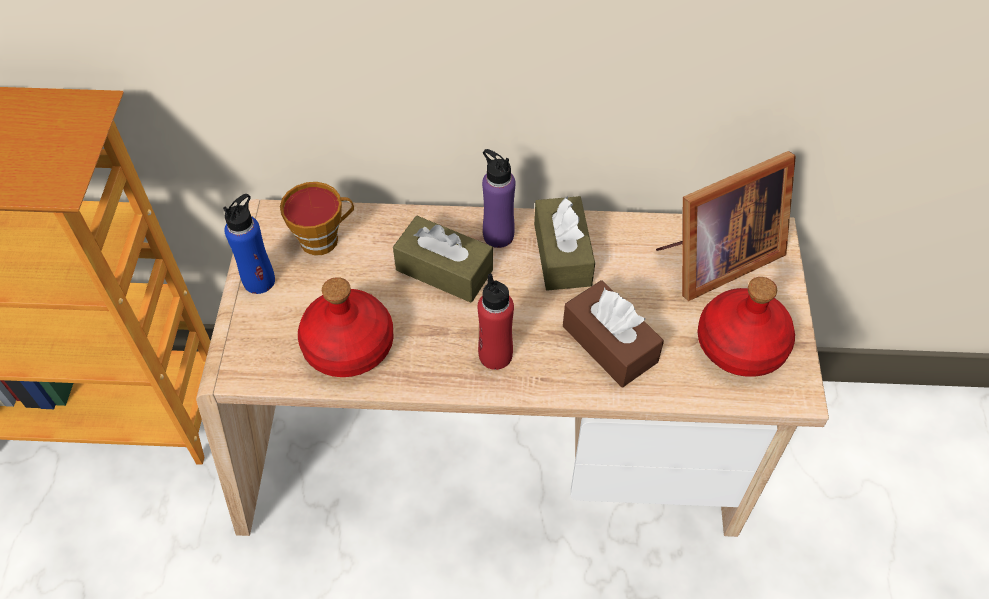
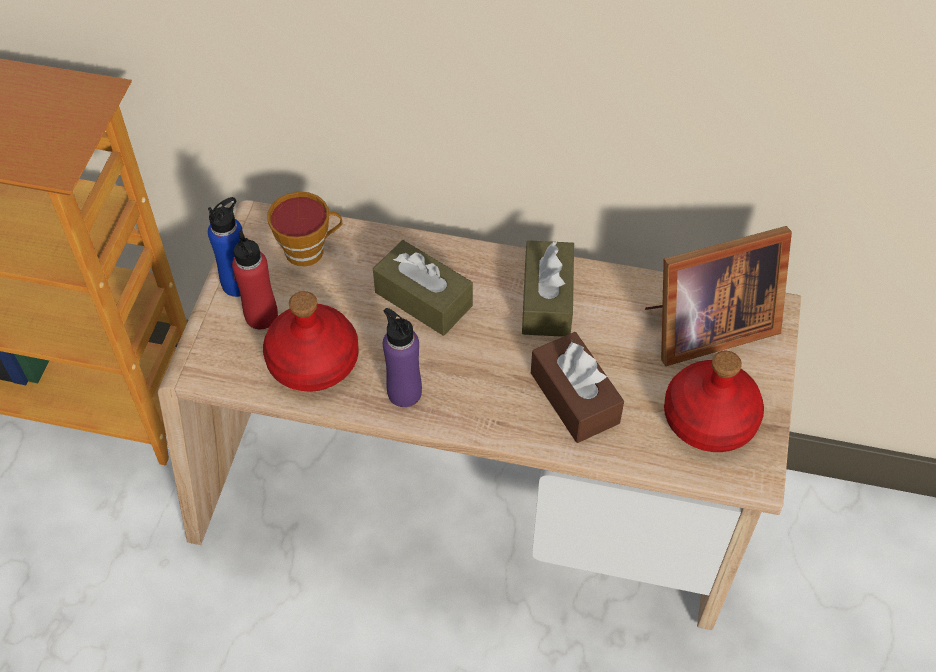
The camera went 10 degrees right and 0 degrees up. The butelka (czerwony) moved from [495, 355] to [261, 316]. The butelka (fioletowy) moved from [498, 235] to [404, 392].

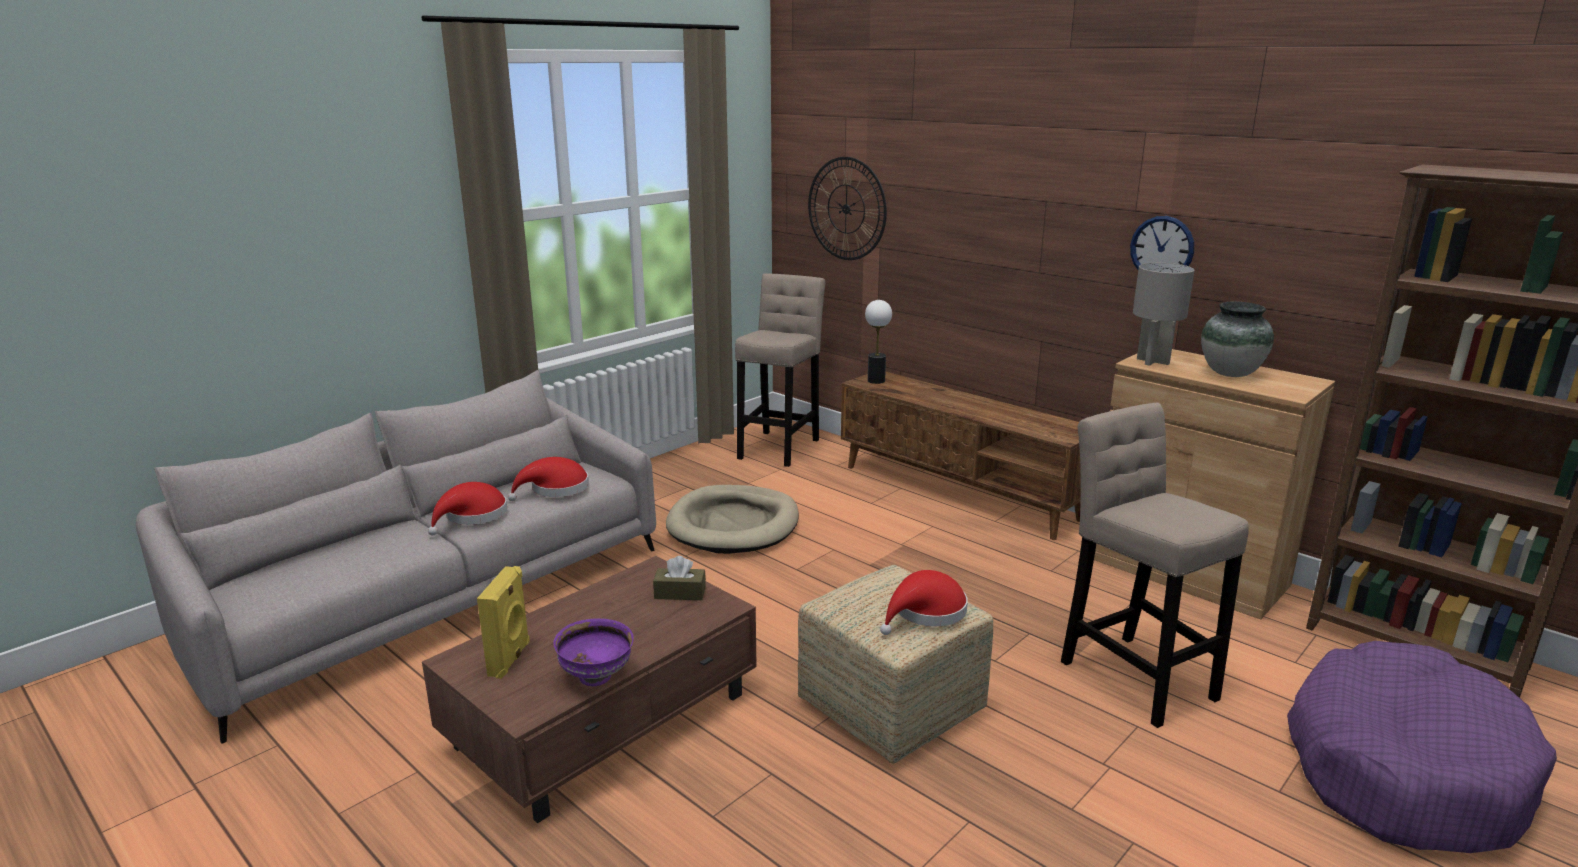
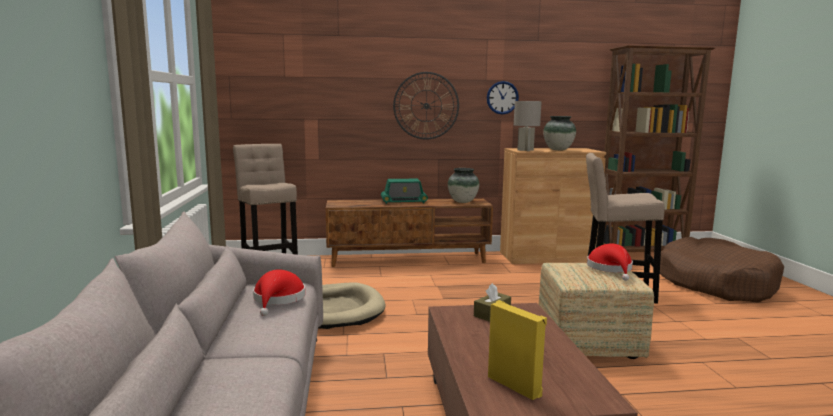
The camera went 50 degrees left and 10 degrees down. The kapelusz (czerwony) at [472, 516] disappeared. The miska (fioletowy) at [597, 677] disappeared. The zegar ścienny moved from [846, 209] to [426, 106]. The lampa stołowa at [876, 381] disappeared. The legowisko (fioletowy) at [1402, 769] became the legowisko (brązowy) at [715, 283]. The radio at [404, 202] appeared. The wazon at [463, 202] appeared.

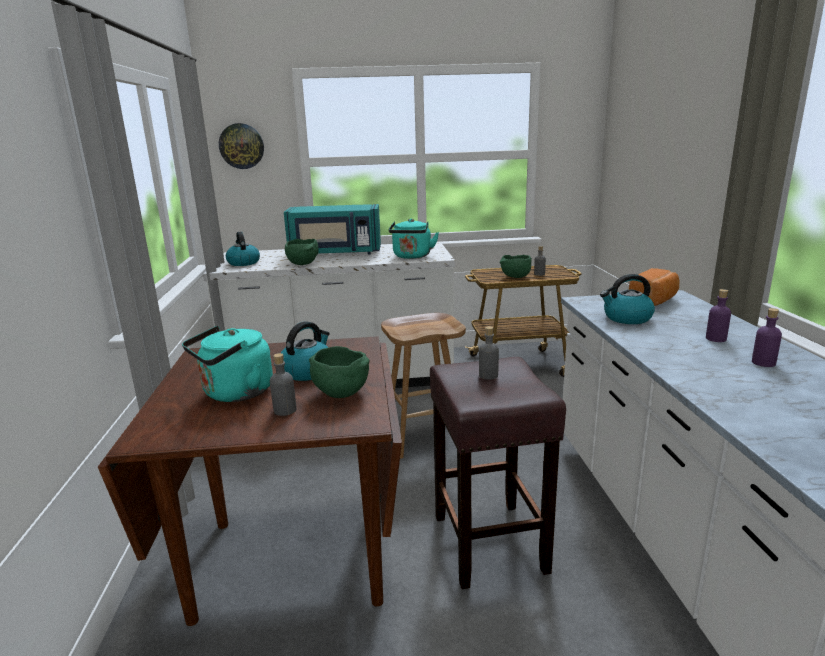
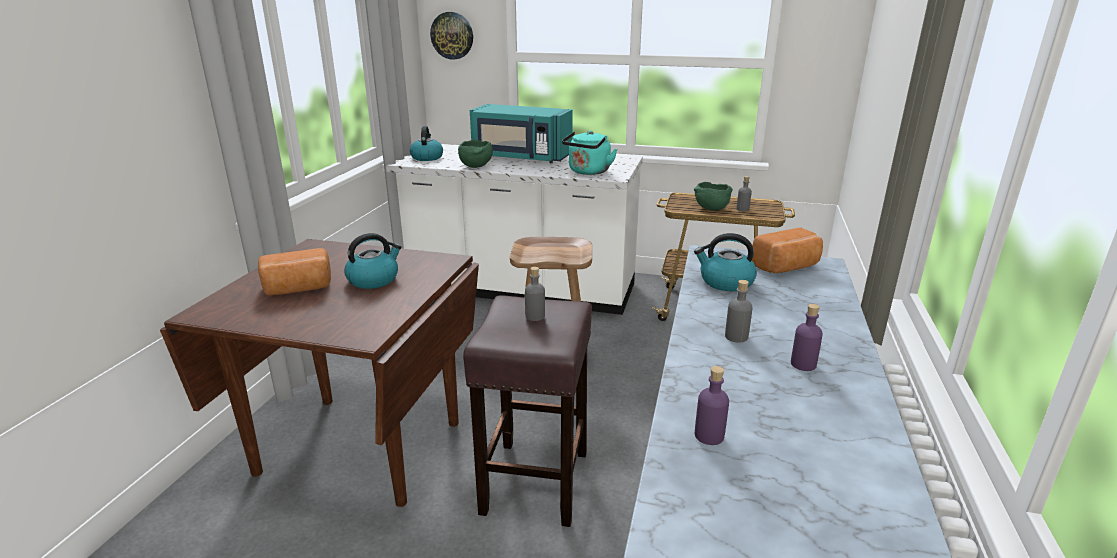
The camera went 20 degrees right and 5 degrees up. The czajnik (turkusowy) at [235, 393] was replaced by the chleb at [298, 289]. The butelka (szary) moved from [285, 410] to [736, 337]. The miska (zielony) at [339, 393] disappeared. The butelka (fioletowy) moved from [716, 339] to [709, 435].

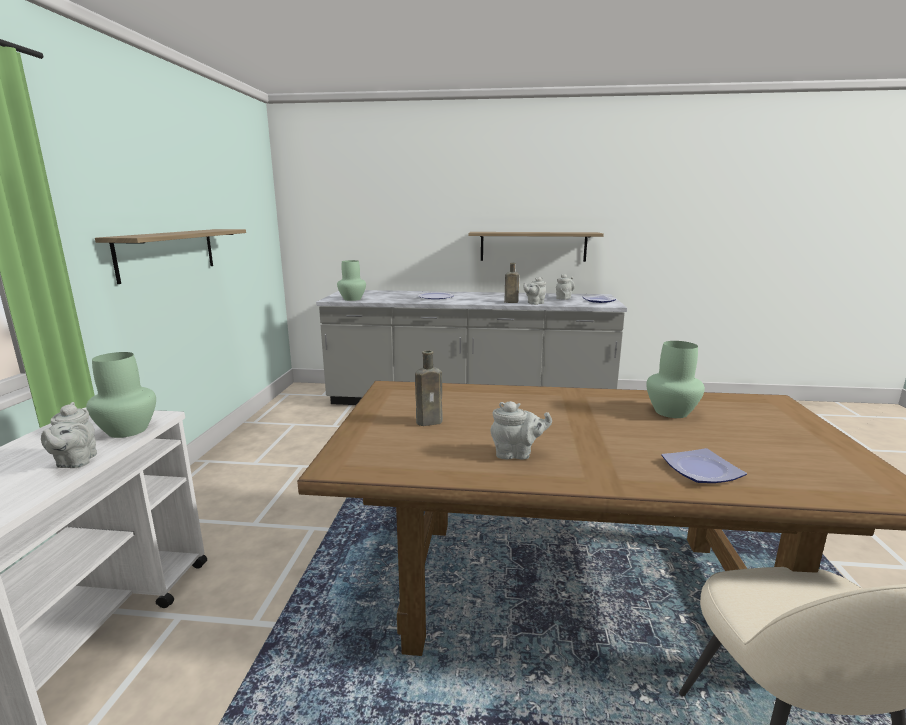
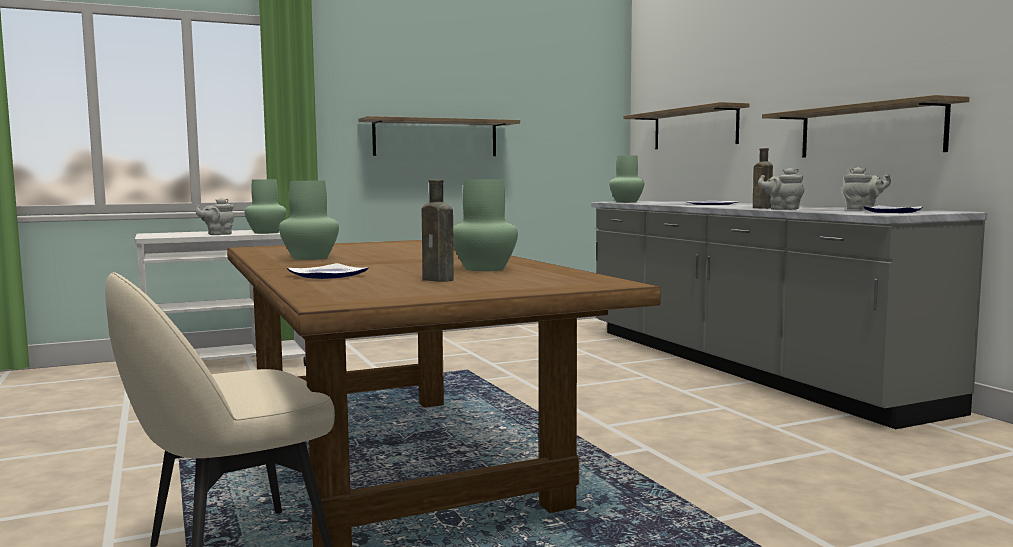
The camera went 60 degrees right and 10 degrees down. The butelka (brązowy) moved from [431, 422] to [439, 280]. The imbryk (szary) at [516, 454] was replaced by the wazon (zielony) at [309, 258]. The półka at [694, 128] appeared.

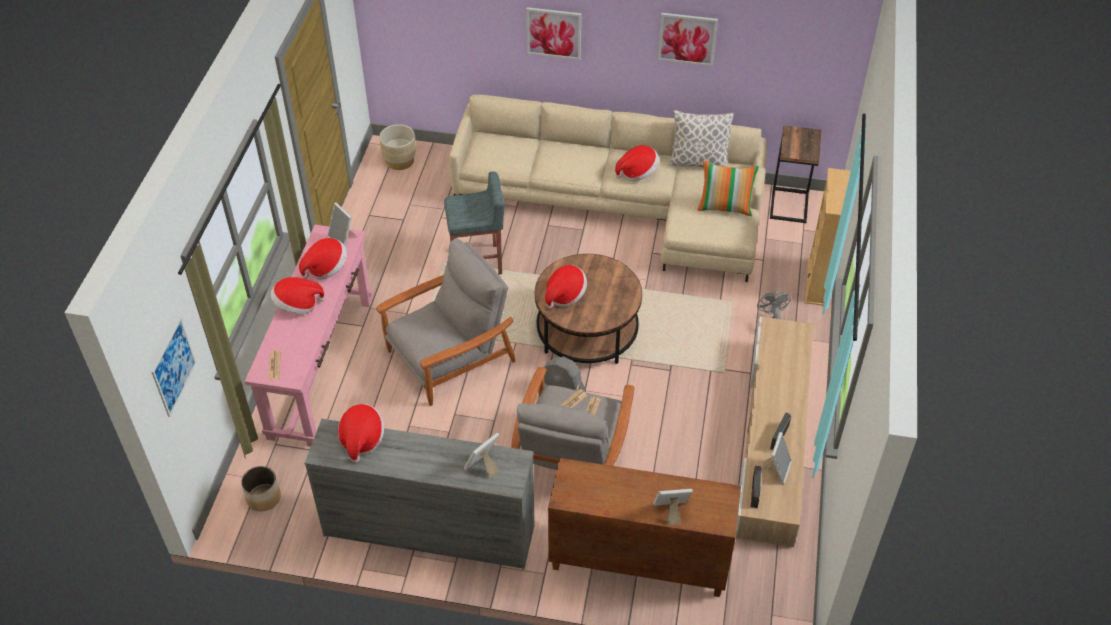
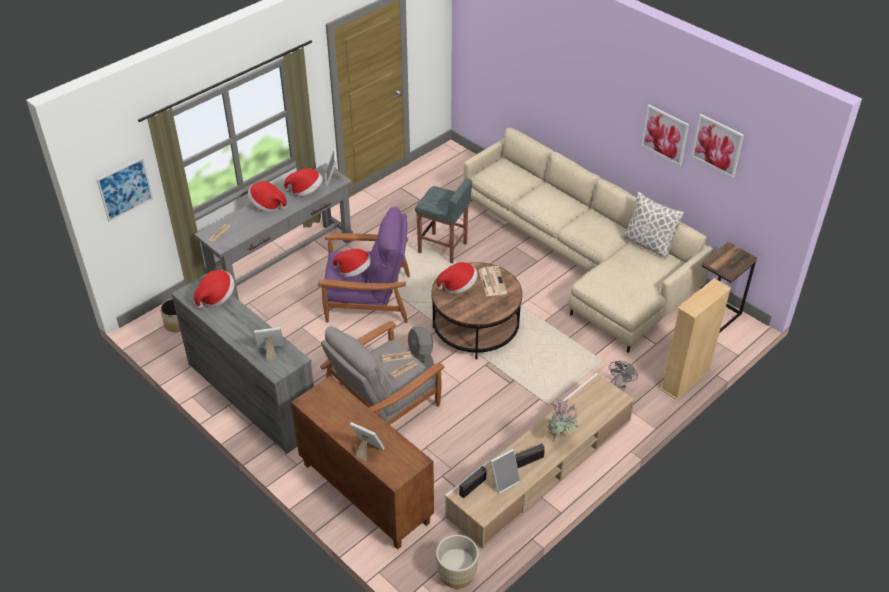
The camera went 35 degrees right and 5 degrees down. The stolik konsolowy (różowy) at [321, 367] became the stolik konsolowy (szary) at [283, 265]. The fotel (szary) at [449, 357] became the fotel (fioletowy) at [367, 298]. The donica (beżowy) moved from [400, 161] to [456, 574]. The obraz moved from [554, 33] to [717, 145]. The kapelusz moved from [637, 172] to [354, 271]. The poduszka at [725, 207] disappeared. The gazeta at [492, 281] appeared. The roślina doniczkowa at [560, 439] appeared.

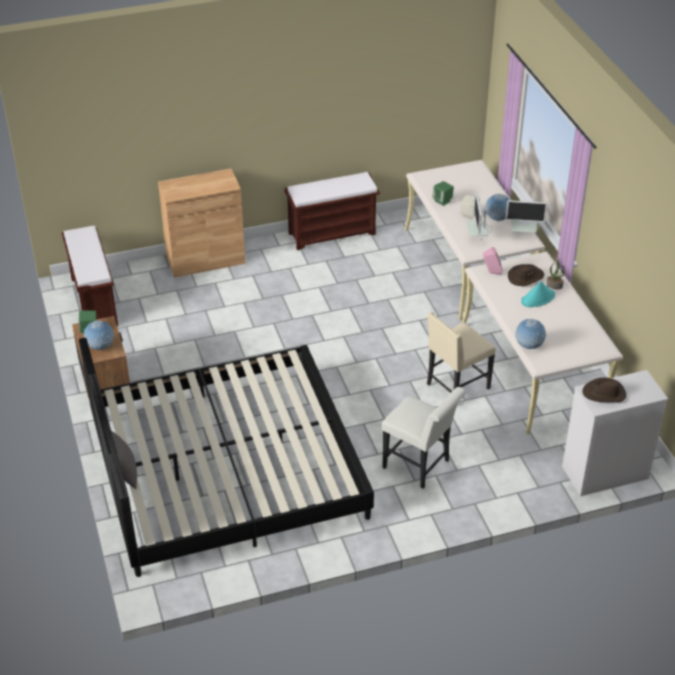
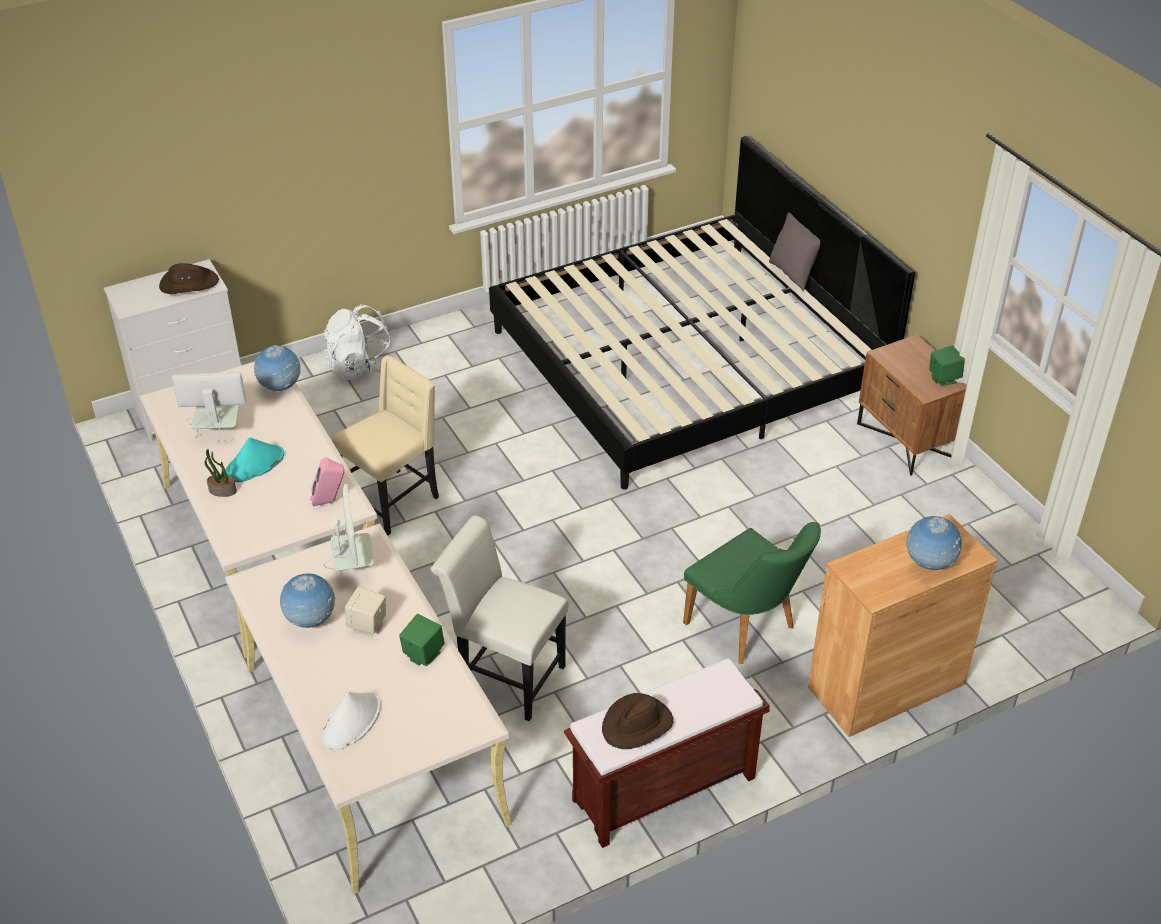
The camera went 170 degrees right and 0 degrees up. The ławka (brązowy) at [93, 301] disappeared. The globus moved from [100, 347] to [929, 564]. The krzesło (biały) moved from [420, 466] to [505, 677]. The monitor moved from [523, 236] to [218, 436]. The kapelusz (brązowy) moved from [525, 277] to [637, 725]. The plecak (biały) at [361, 368] appeared. The kapelusz (biały) at [351, 721] appeared. The krzesło (zielony) at [747, 629] appeared.

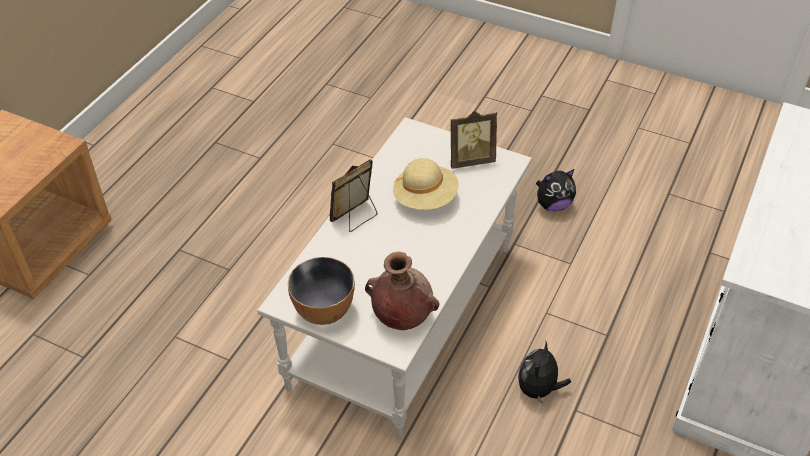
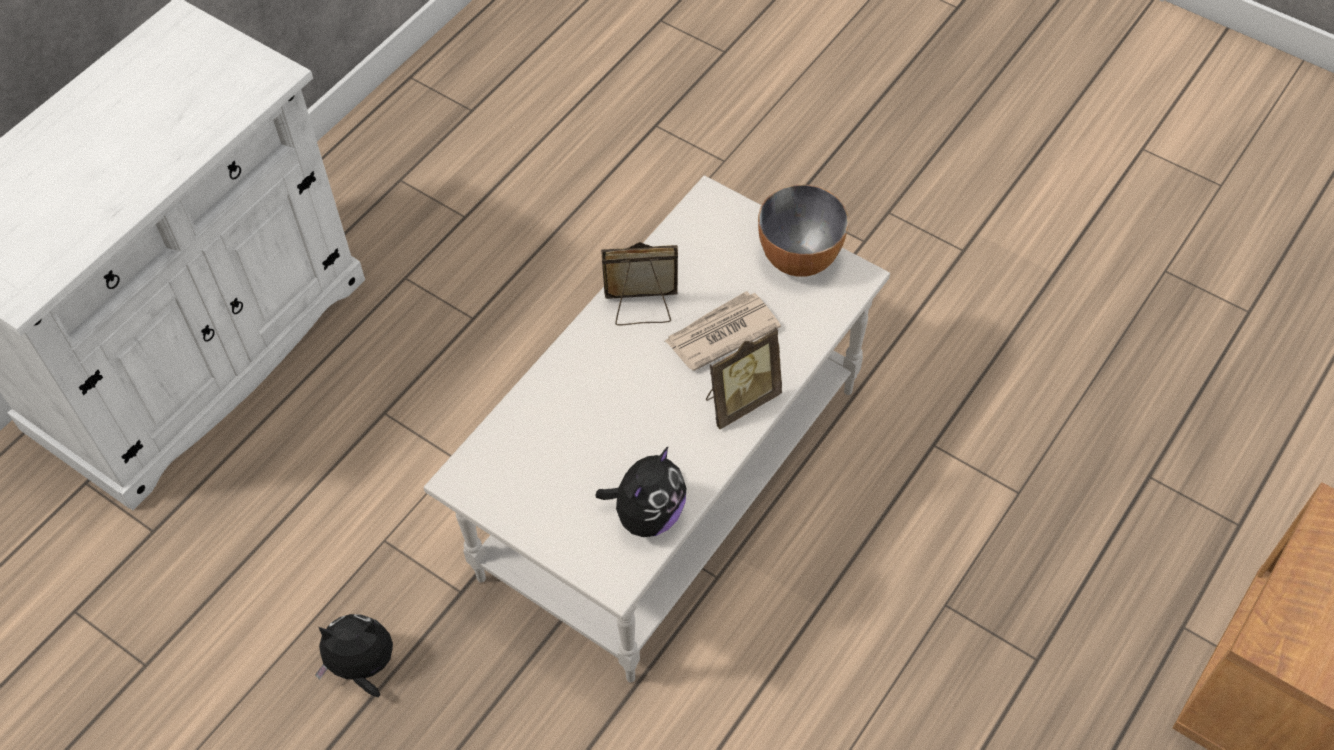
The camera went 170 degrees left and 10 degrees up. The wazon (brązowy) at [401, 316] disappeared. The kapelusz (beżowy) at [425, 198] disappeared. The ramka na zdjęcie moved from [470, 160] to [642, 309]. The pluszak moved from [538, 389] to [647, 514]. The gazeta at [720, 333] appeared.

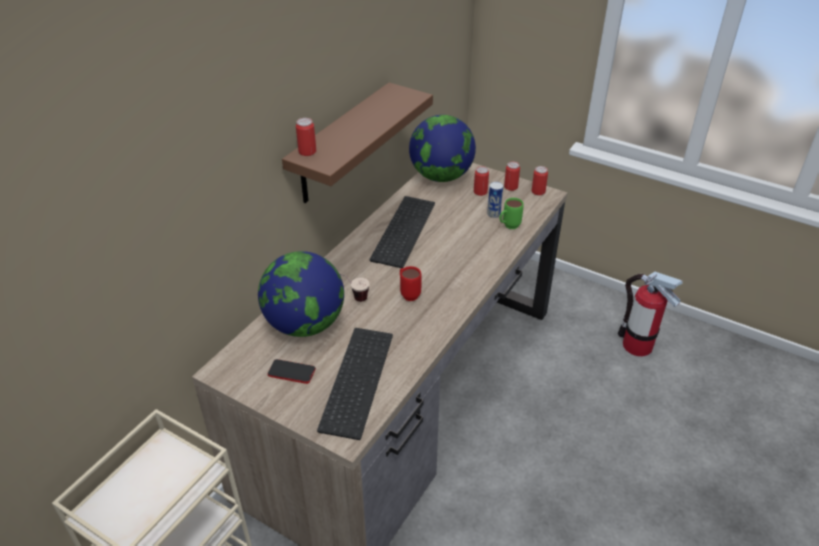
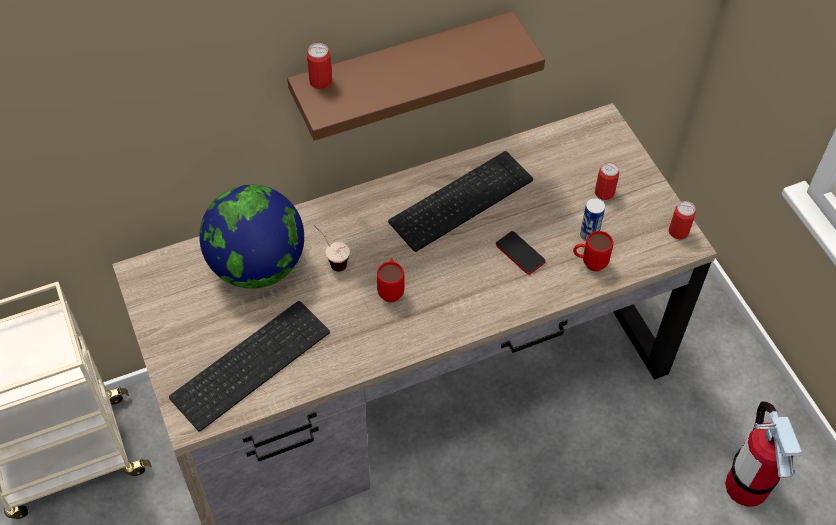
The camera went 35 degrees right and 15 degrees up. The telefon moved from [291, 372] to [520, 253]. The globus at [441, 176] disappeared. The kubek (zielony) at [508, 227] became the kubek (czerwony) at [589, 263]. The puszka at [511, 187] disappeared.

